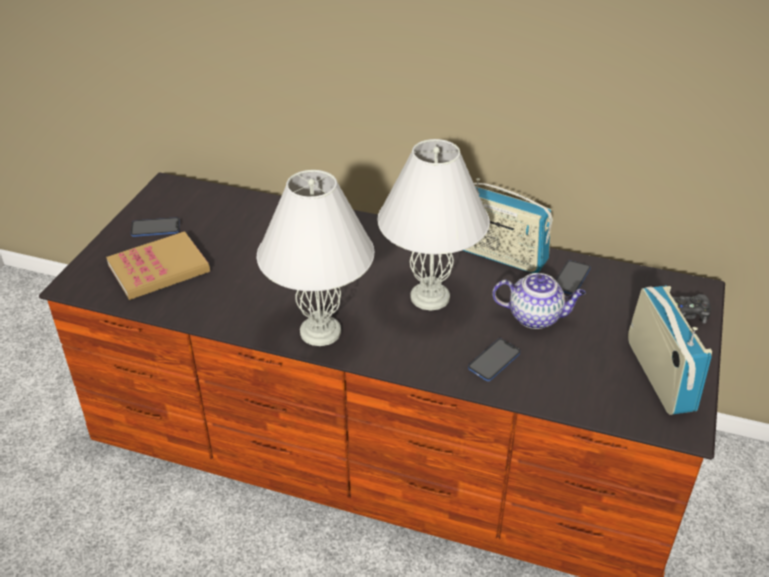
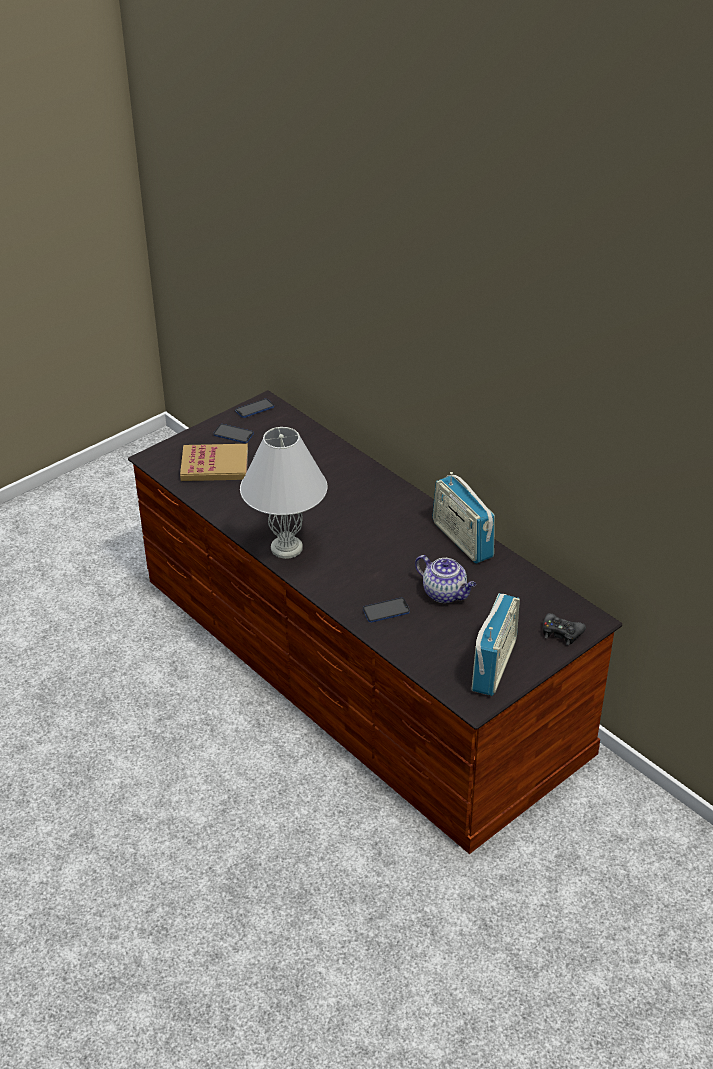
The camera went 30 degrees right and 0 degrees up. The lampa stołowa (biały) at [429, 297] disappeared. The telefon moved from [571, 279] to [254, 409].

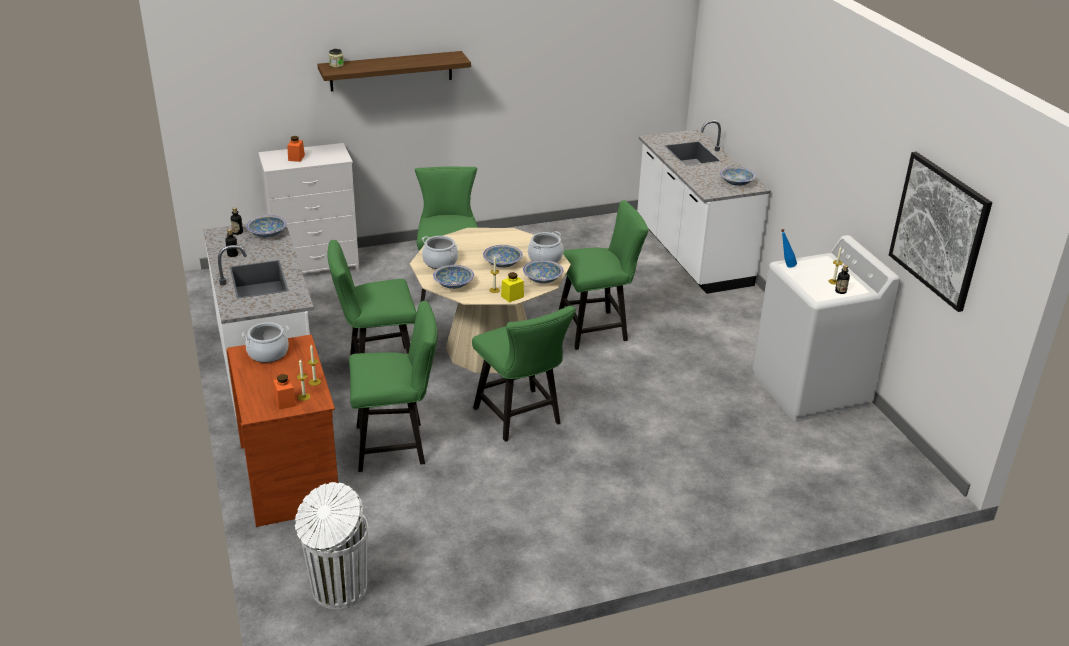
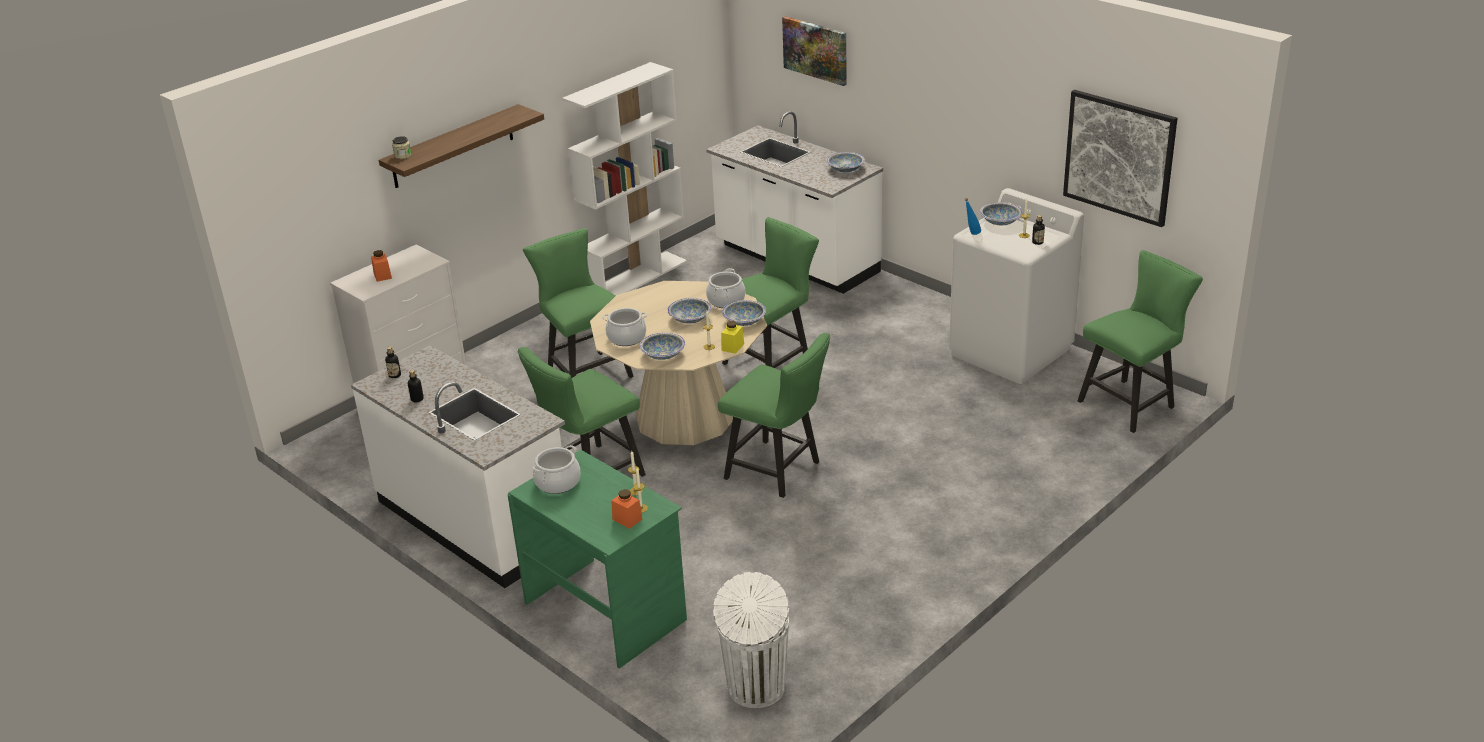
The camera went 25 degrees left and 0 degrees up. The biurko (brązowy) at [290, 477] became the biurko (zielony) at [606, 611]. The miska moved from [267, 233] to [1000, 221]. The krzesło (zielony) moved from [397, 445] to [1131, 403]. The regał (biały) at [636, 277] appeared. The obraz at [815, 50] appeared.

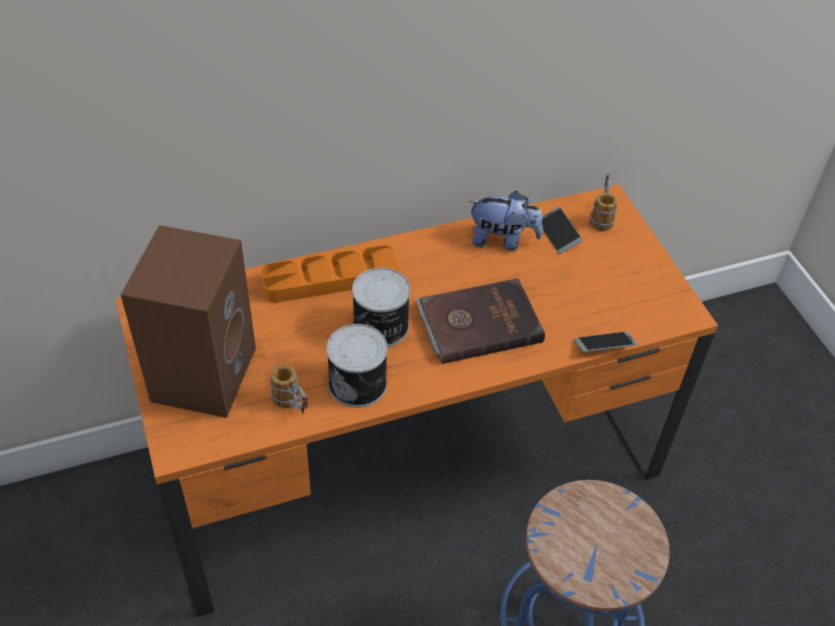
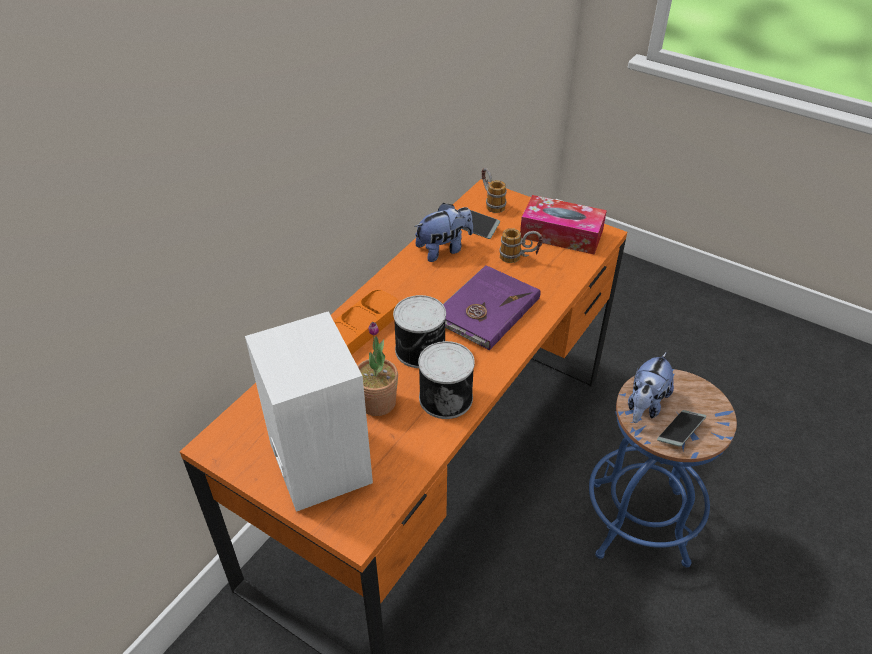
The camera went 35 degrees left and 5 degrees down. The głośnik (brązowy) at [203, 372] became the głośnik (biały) at [317, 462]. The kubek moved from [293, 406] to [519, 258]. The książka (brązowy) at [478, 323] became the książka (fioletowy) at [485, 310]. The telefon moved from [604, 346] to [680, 431]. The roślina doniczkowa at [377, 403] appeared. The pudełko chusteczek at [561, 234] appeared. The pluszak at [645, 405] appeared.

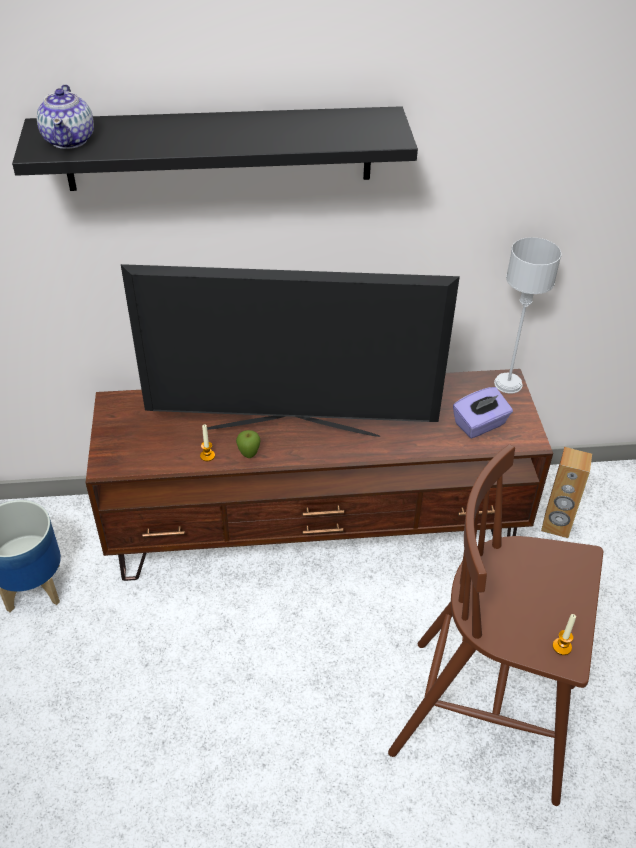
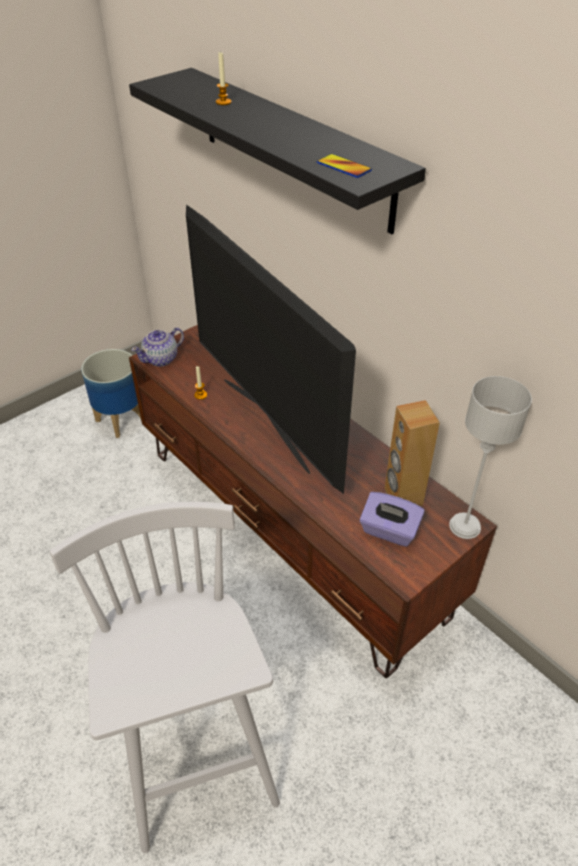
The camera went 55 degrees right and 0 degrees up. The imbryk moved from [70, 140] to [161, 359]. The jabłko at [249, 455] disappeared. The stołek (brązowy) at [488, 719] became the stołek (biały) at [195, 749]. The głośnik (brązowy) moved from [556, 526] to [402, 496]. The świeca moved from [562, 647] to [223, 102]. The telefon at [344, 167] appeared.

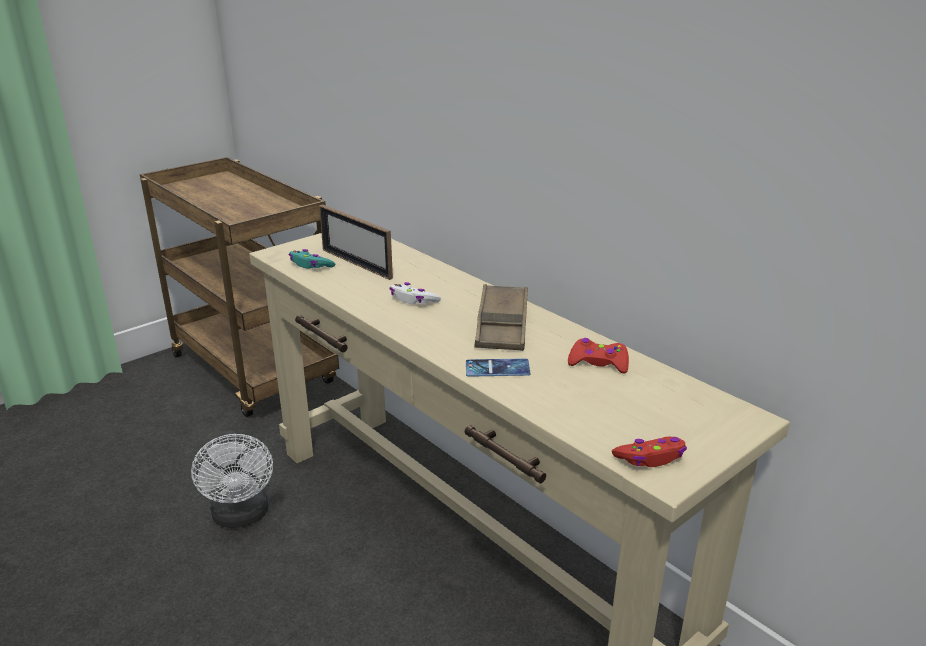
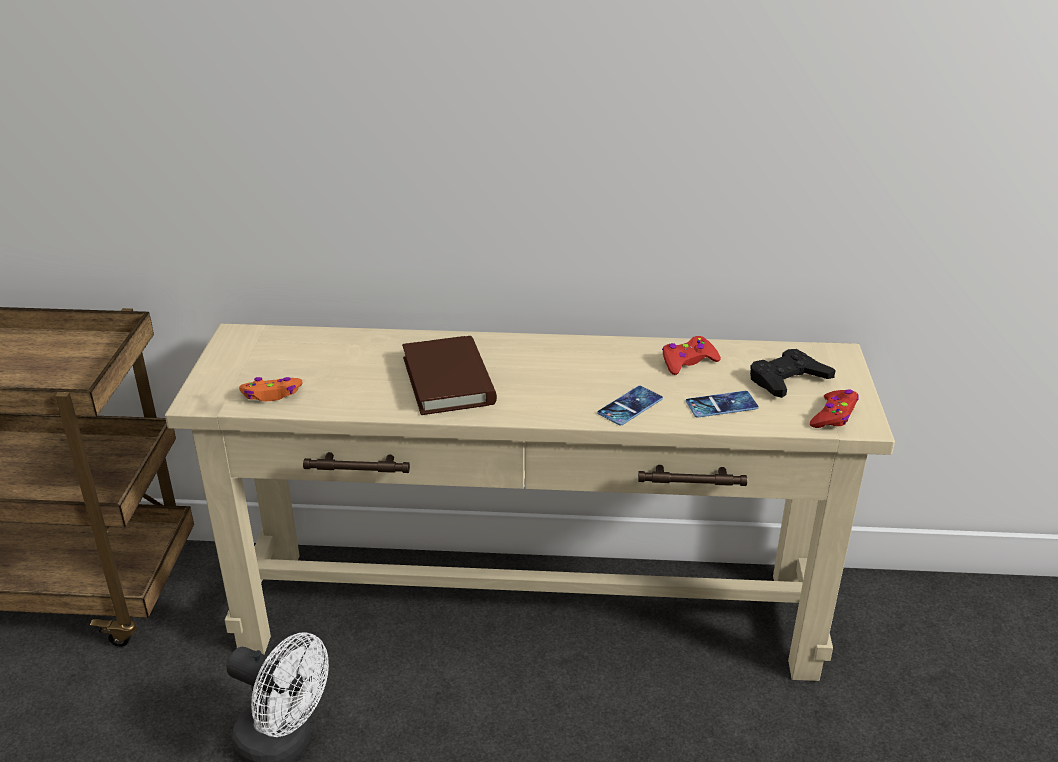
The camera went 45 degrees left and 5 degrees up. The pad do gier (turkusowy) at [311, 265] became the pad do gier (pomarańczowy) at [272, 394]. The ramka na zdjęcie at [356, 264] disappeared. The pad do gier (biały) at [413, 300] was replaced by the książka (brązowy) at [448, 381]. The taca (brązowy) at [502, 324] disappeared. The telefon at [721, 405] appeared. The pad do gier (czarny) at [787, 380] appeared.

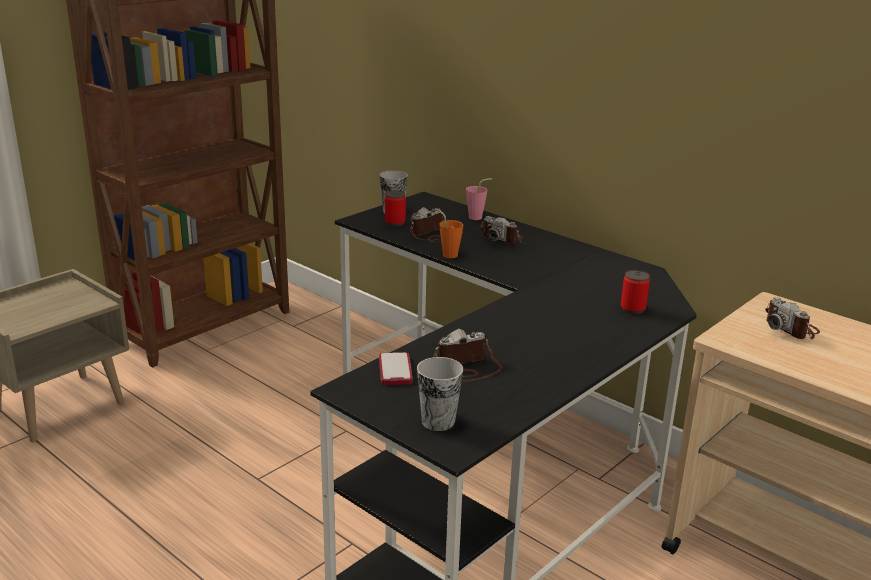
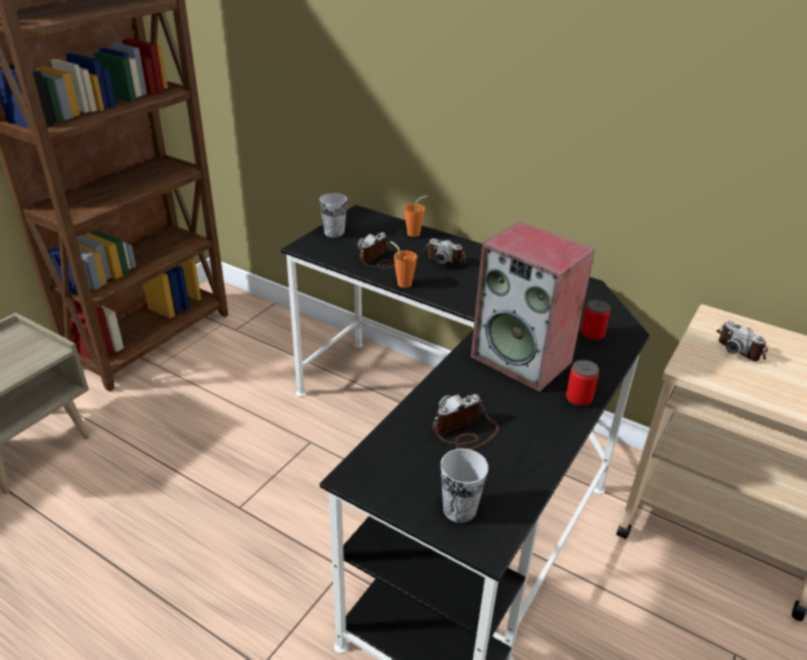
The camera went 10 degrees left and 10 degrees up. The telefon at [395, 370] disappeared. The puszka moved from [395, 222] to [578, 399]. The filiżanka (różowy) at [478, 217] became the filiżanka (pomarańczowy) at [416, 233]. The głośnik at [523, 359] appeared.

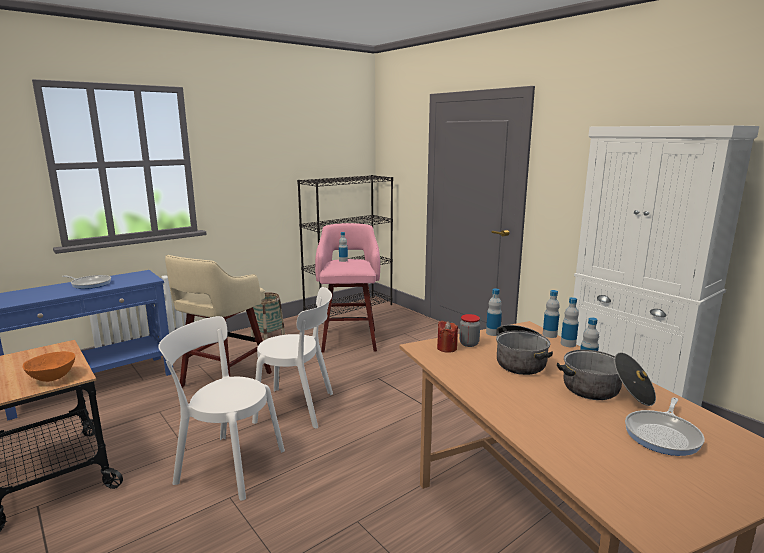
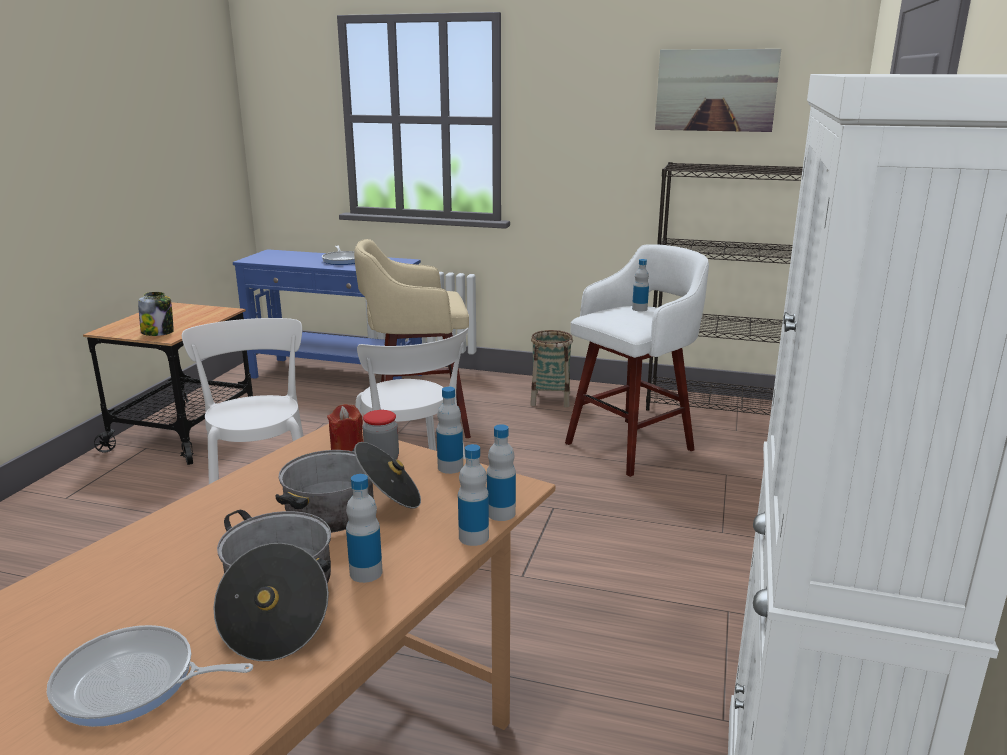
The camera went 55 degrees right and 5 degrees up. The miska (pomarańczowy) at [52, 378] was replaced by the słoik at [158, 332]. The stołek (różowy) at [349, 339] became the stołek (biały) at [632, 445]. The obraz at [716, 90] appeared.

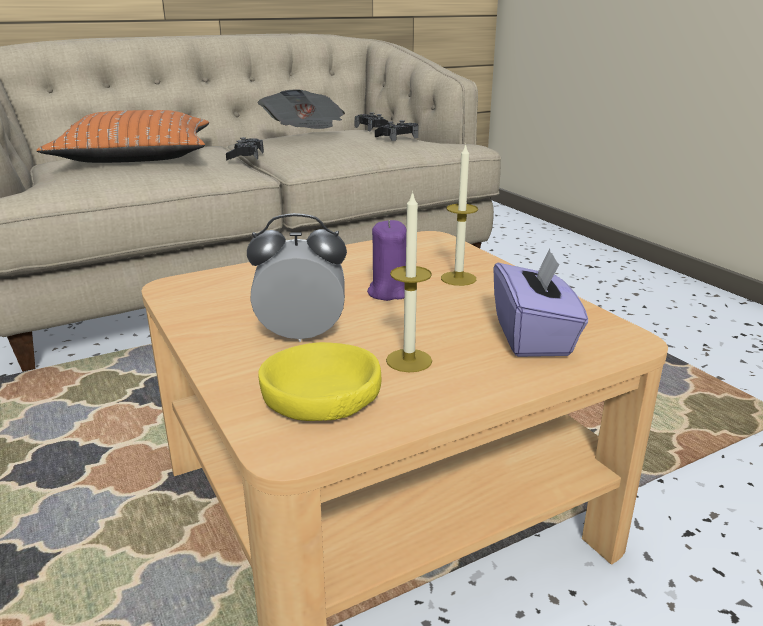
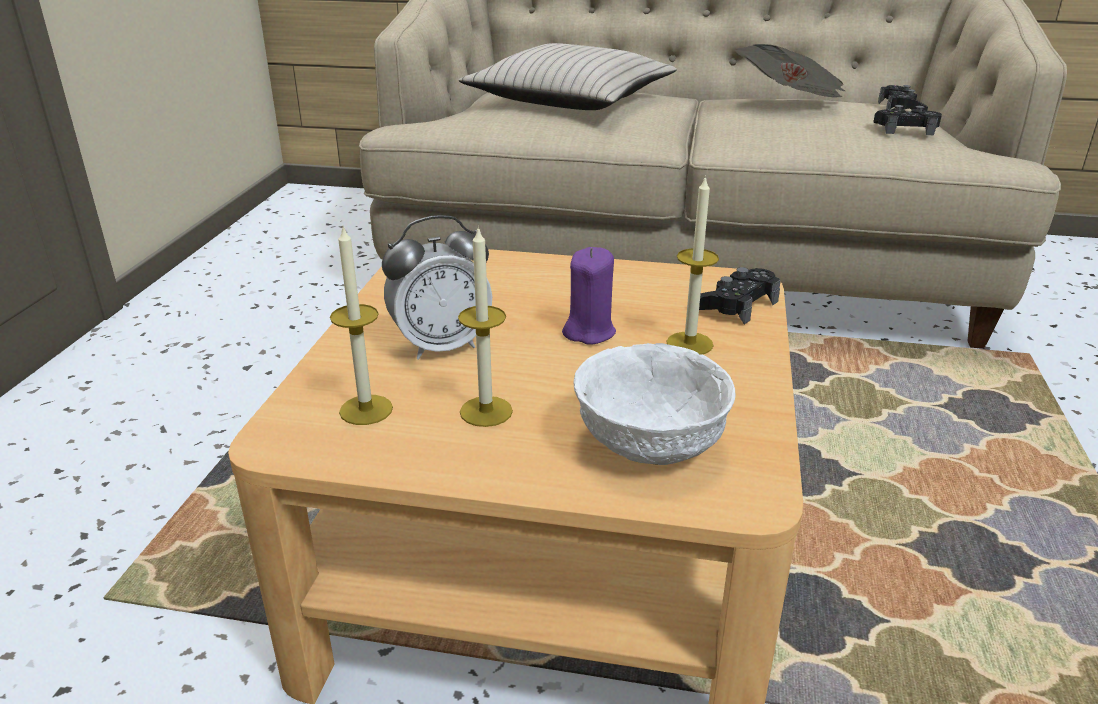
The camera went 40 degrees right and 5 degrees up. The poduszka (pomarańczowy) at [136, 156] became the poduszka (beżowy) at [570, 100]. The pad do gier (czarny) moved from [245, 156] to [736, 305]. The budzik at [301, 335] turned 120 degrees clockwise. The miska (żółty) at [321, 396] was replaced by the świeca at [366, 410]. The pudełko chusteczek (fioletowy) at [533, 336] was replaced by the miska (biały) at [648, 443].

